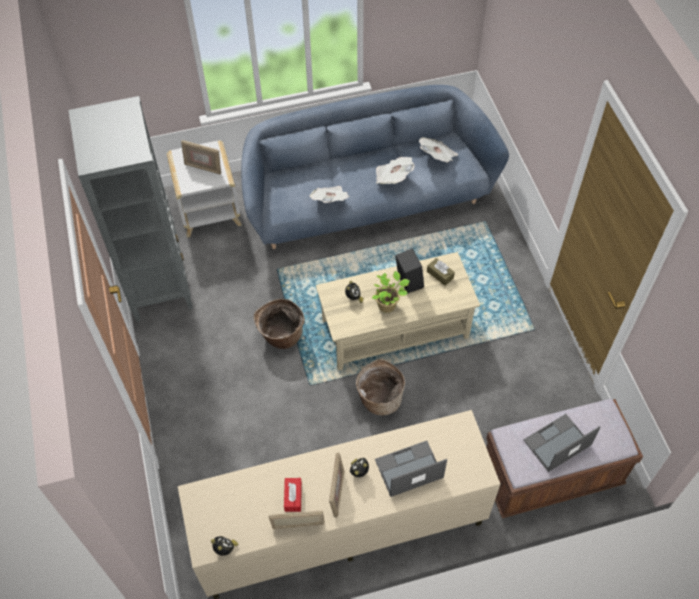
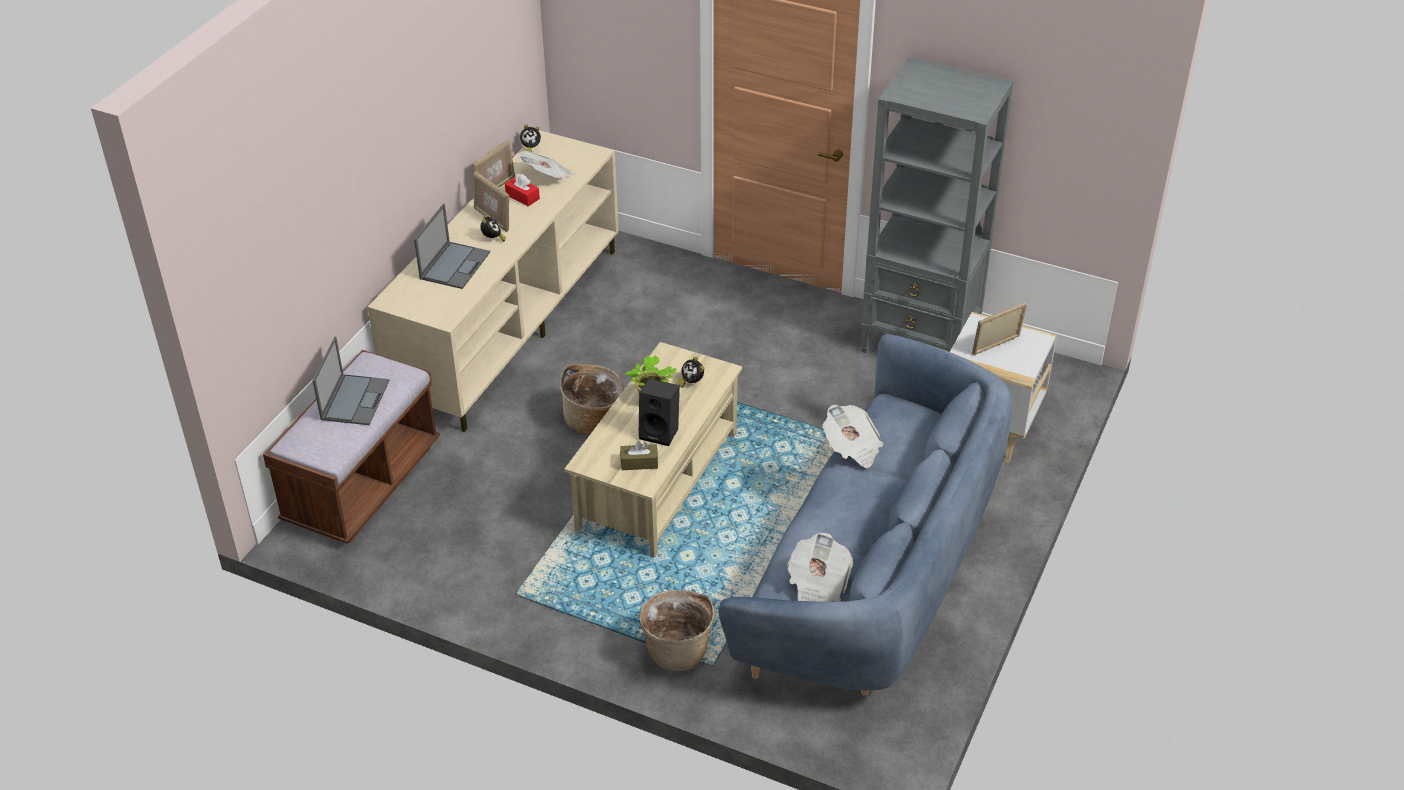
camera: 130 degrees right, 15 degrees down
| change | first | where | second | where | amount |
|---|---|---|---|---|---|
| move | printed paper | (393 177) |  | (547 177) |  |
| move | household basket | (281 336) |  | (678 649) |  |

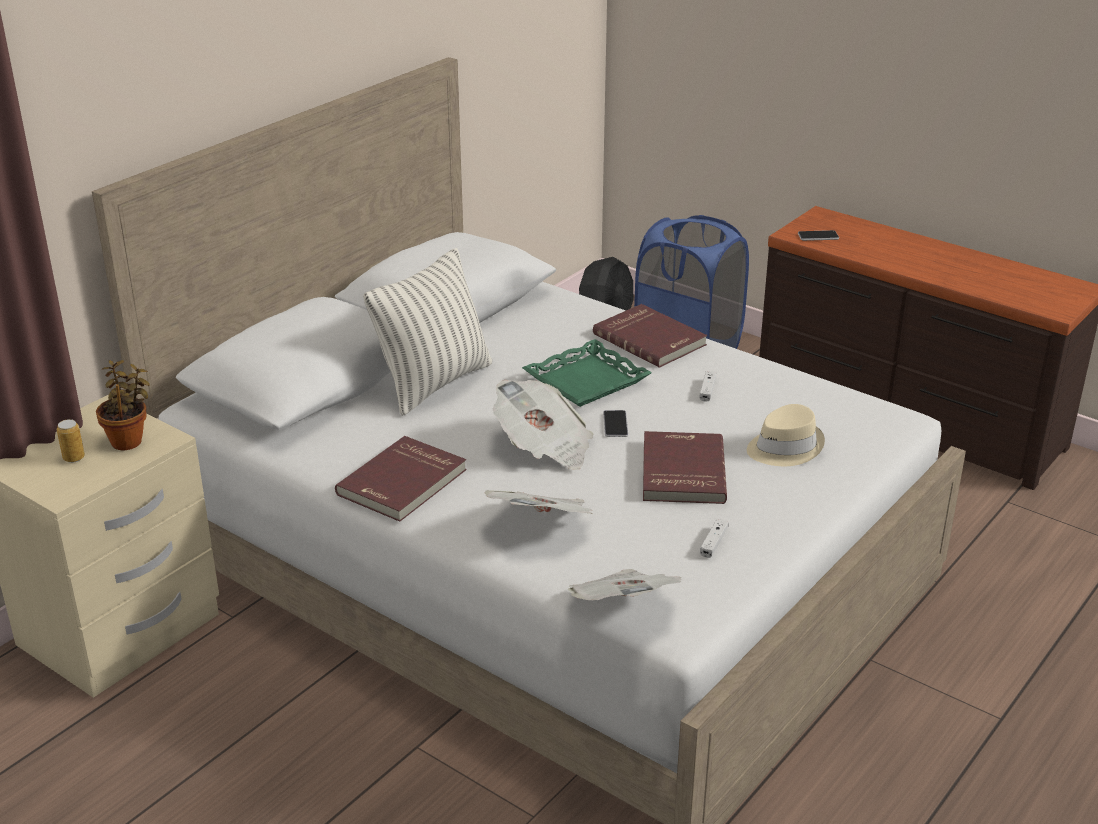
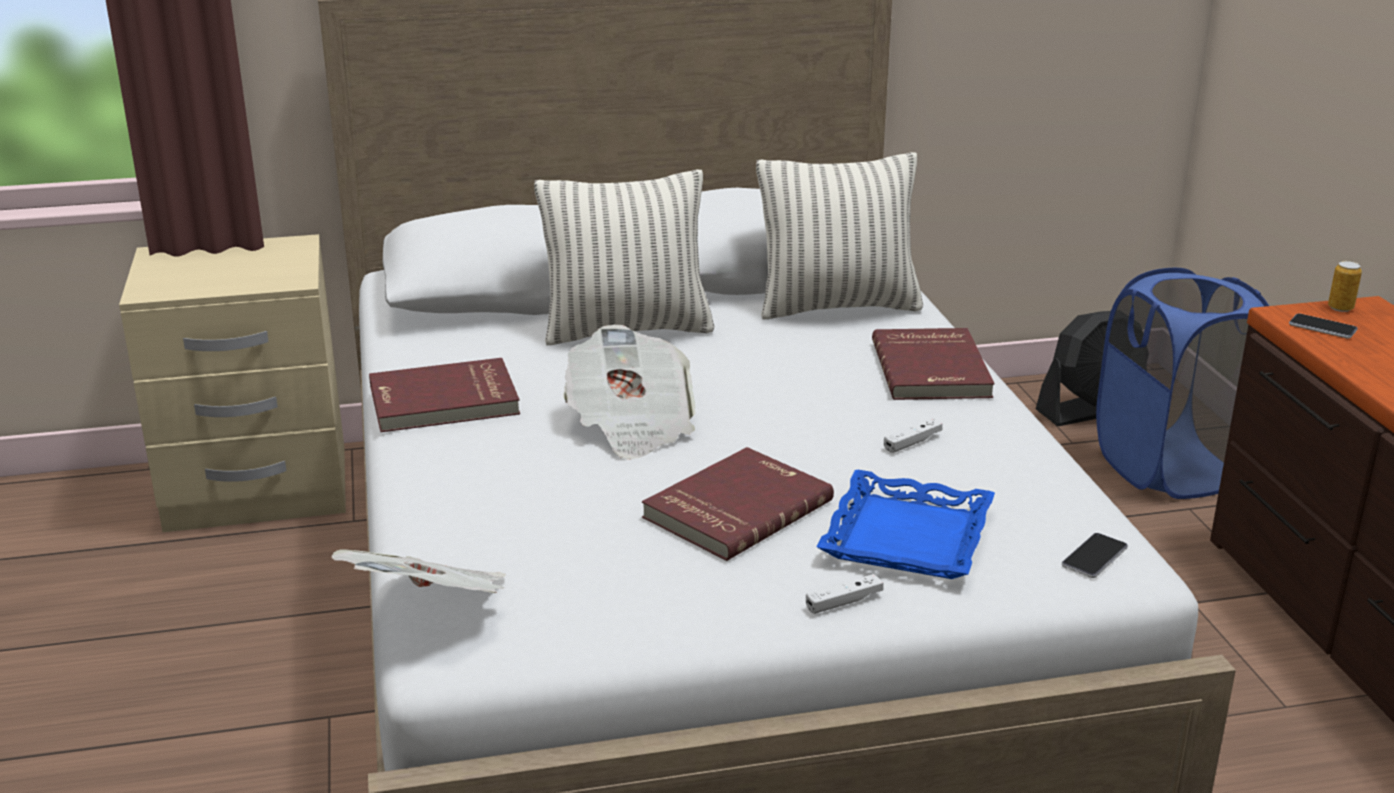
camera: 40 degrees right, 5 degrees down
| change | first | where | second | where | amount |
|---|---|---|---|---|---|
| insert |  |  | throw pillow | (837 306) |  |
| move | white-coloured game controller | (713 543) |  | (844 602) |  |
| replace | sand-coloured clothing hat | (784 447) | blue serving tray | (905 536) |  |
| move | handset | (615 424) |  | (1094 557) |  |
| move | sealed can | (74 458) |  | (1340 308) |  |
| delete | plant in a pot | (129 440) |  |  |  |
| delete | printed paper | (543 525) |  |  |  |
| delete | green serving tray | (586 380) |  |  |  |

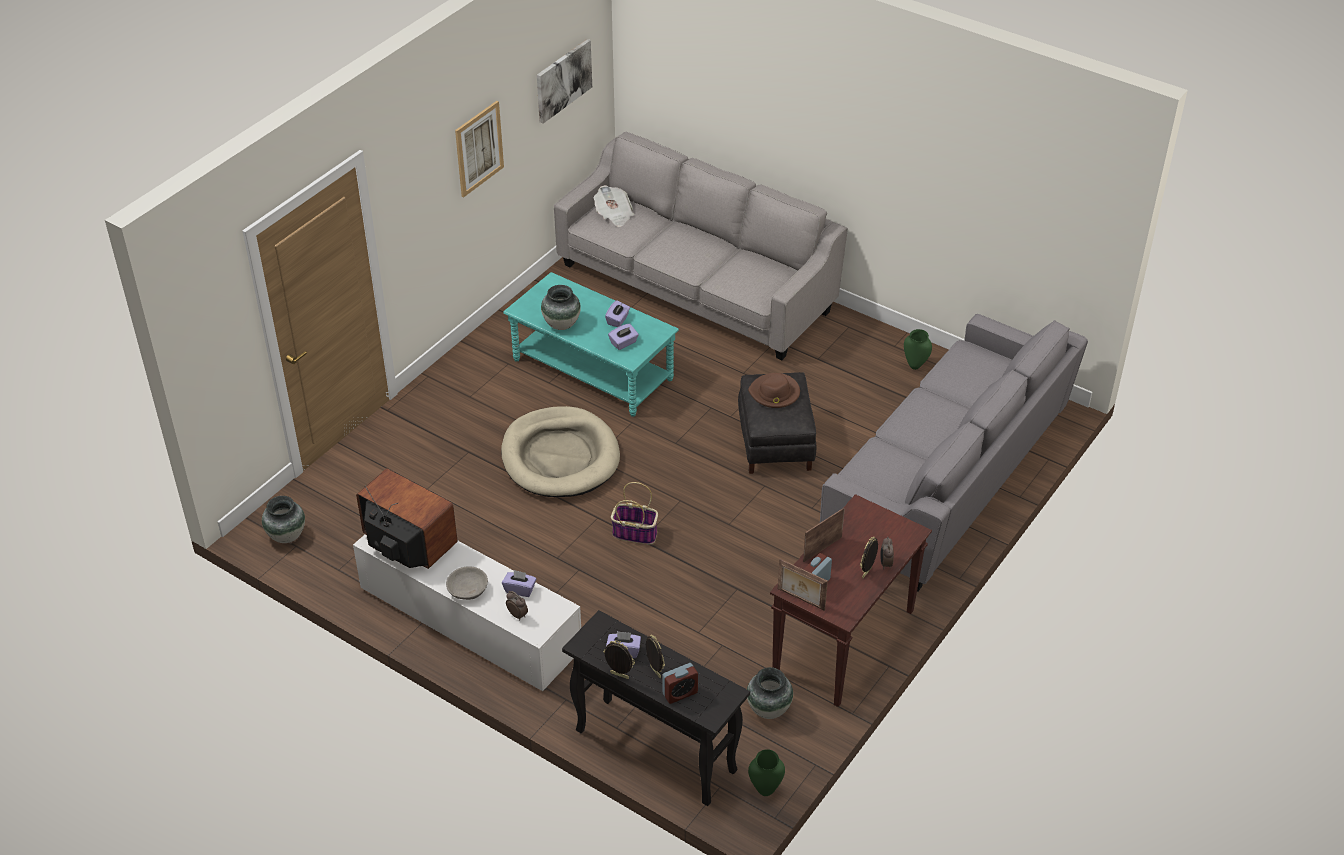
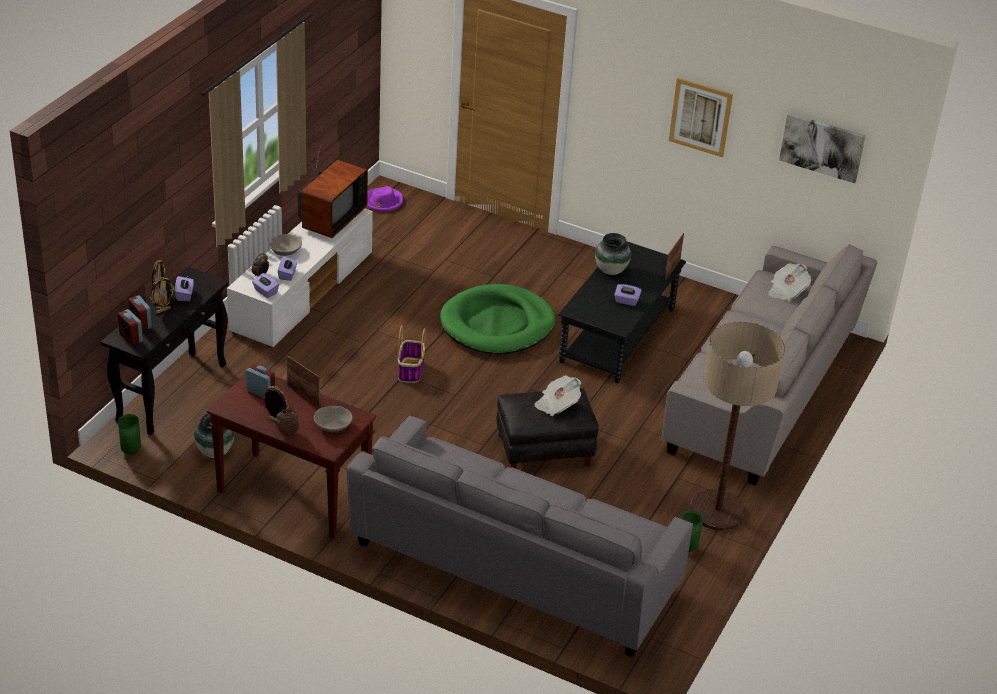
camera: 80 degrees right, 5 degrees down
| change | first | where | second | where | amount |
|---|---|---|---|---|---|
| insert |  |  | alarm clock | (131 337) |  |
| move | purple-coloured tissue box | (623 343) |  | (265 291) |  |
| insert |  |  | greyish deep dish | (333 425) |  |
| replace | vase | (287 536) | purple-coloured clothing hat | (383 201) |  |
| recolor | sand-coloured dog bed | (560 457) | green dog bed | (497 324) |  |
| replace | brown clothing hat | (774 393) | printed paper | (557 405) |  |
| recolor | turquoise lounge table | (593 370) | blackish lounge table | (617 335) |  |
| move | picture frame | (800 600) |  | (672 269) |  |
| insert |  |  | standard lamp | (717 511) |  |

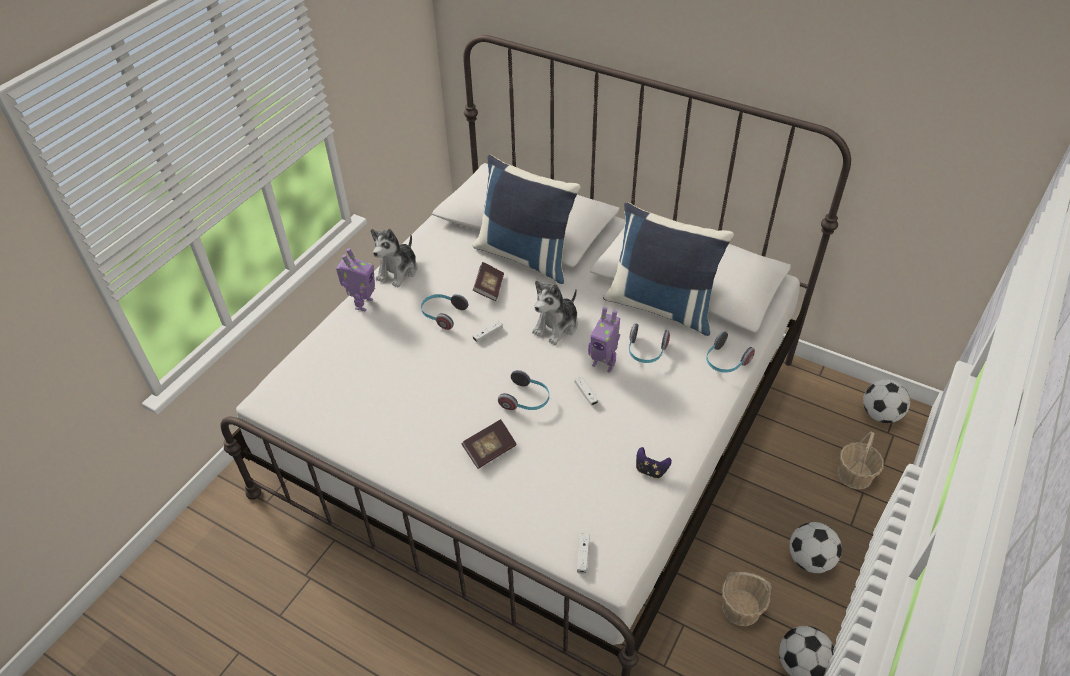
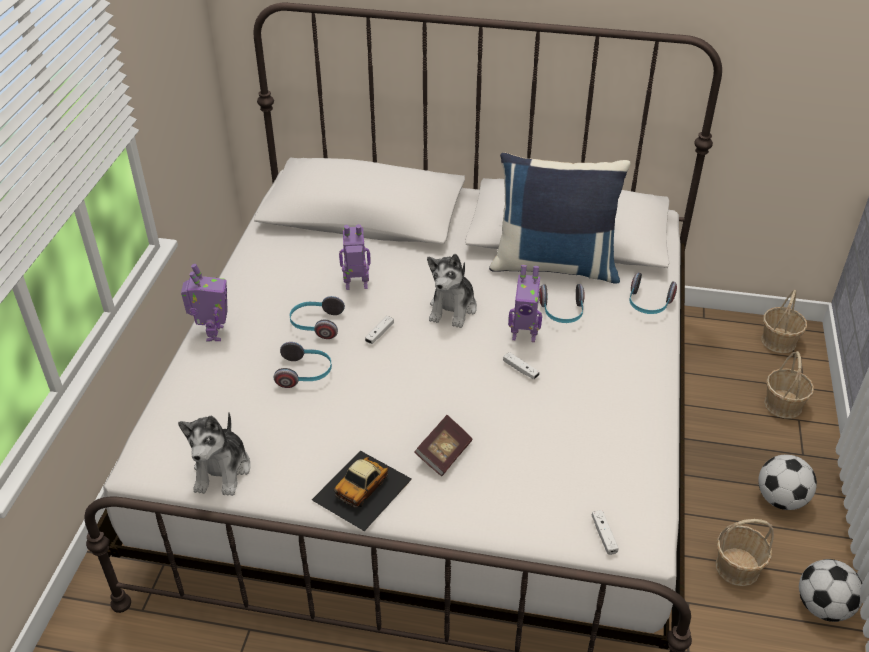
camera: 20 degrees left, 5 degrees down
| change | first | where | second | where | amount |
|---|---|---|---|---|---|
| move | plush toy | (398 271) |  | (222 470) |  |
| move | headphones | (526 400) |  | (305 374) |  |
| insert |  |  | miniature car | (363 489) |  |
| replace | volume | (489 288) | toy robot | (356 286) |  |
| replace | football ball | (880 414) | household basket | (779 341) |  |
| delete | blue throw pillow | (526 256) |  |  |  |
| delete | game controller | (650 470) |  |  |  |

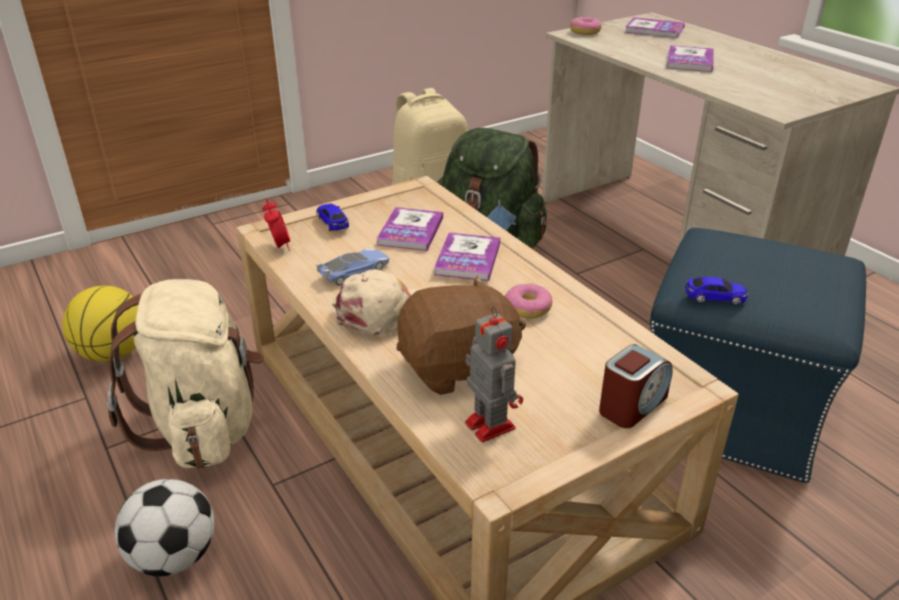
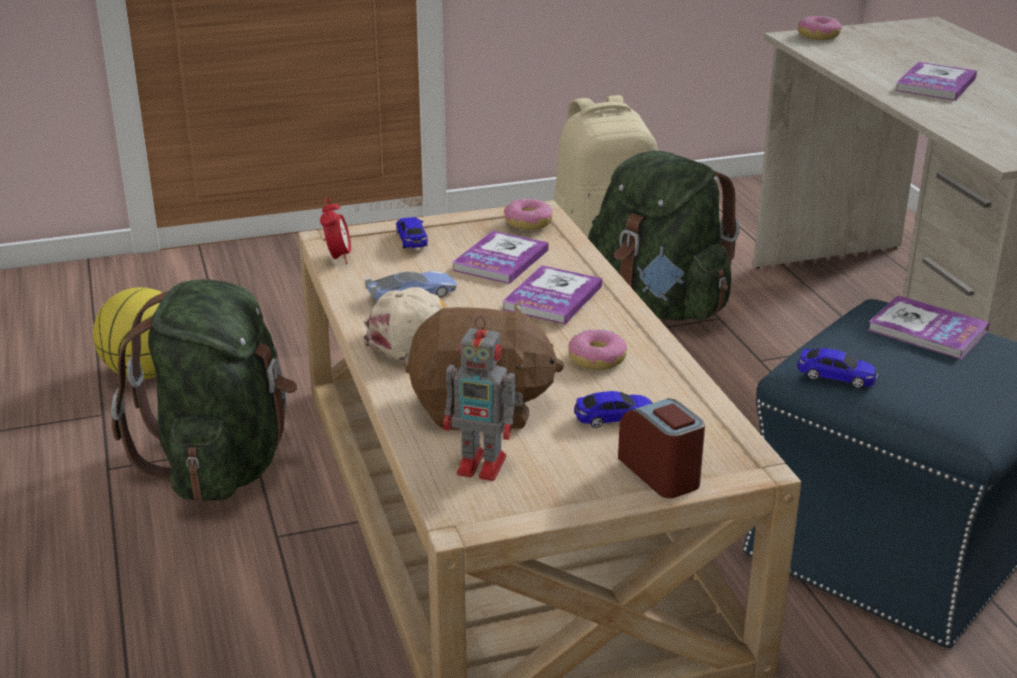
camera: 15 degrees right, 5 degrees down
| change | first | where | second | where | amount |
|---|---|---|---|---|---|
| recolor | sand-coloured rucksack | (204 426) | green rucksack | (222 464) |  |
| rotate | toy robot | (488 424) |  | (484 465) | 120 degrees clockwise |
| insert |  |  | ring doughnut | (528 223) |  |
| insert |  |  | miniature car | (614 417) |  |
| rotate | alarm clock | (632 405) |  | (661 472) | 90 degrees counterclockwise |
| move | volume | (654 30) |  | (927 330) |  |
| delete | football ball | (174 557) |  |  |  |

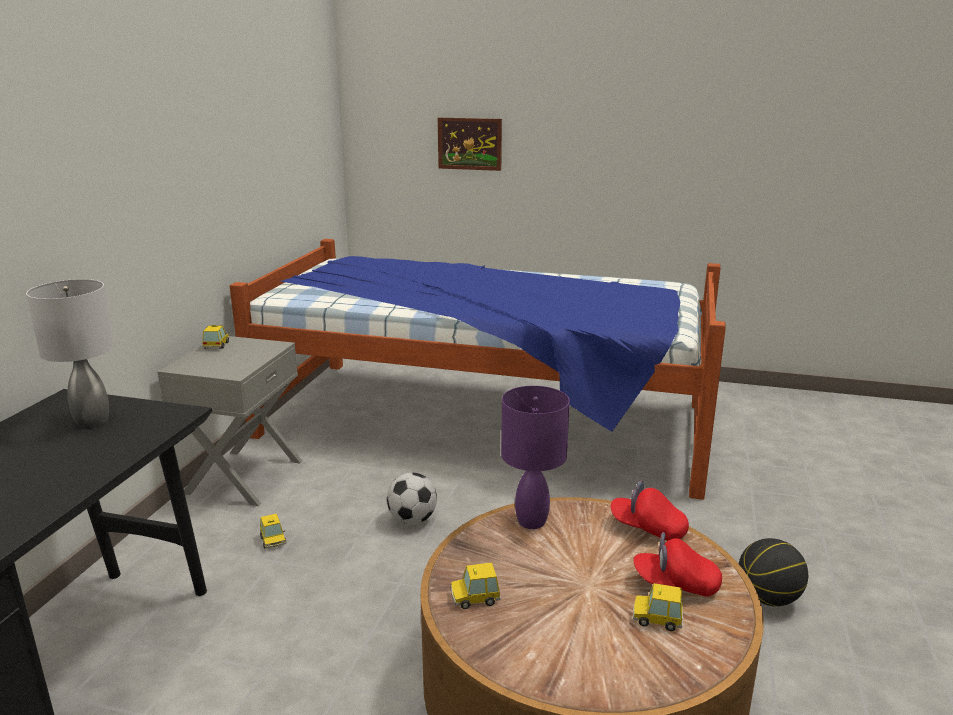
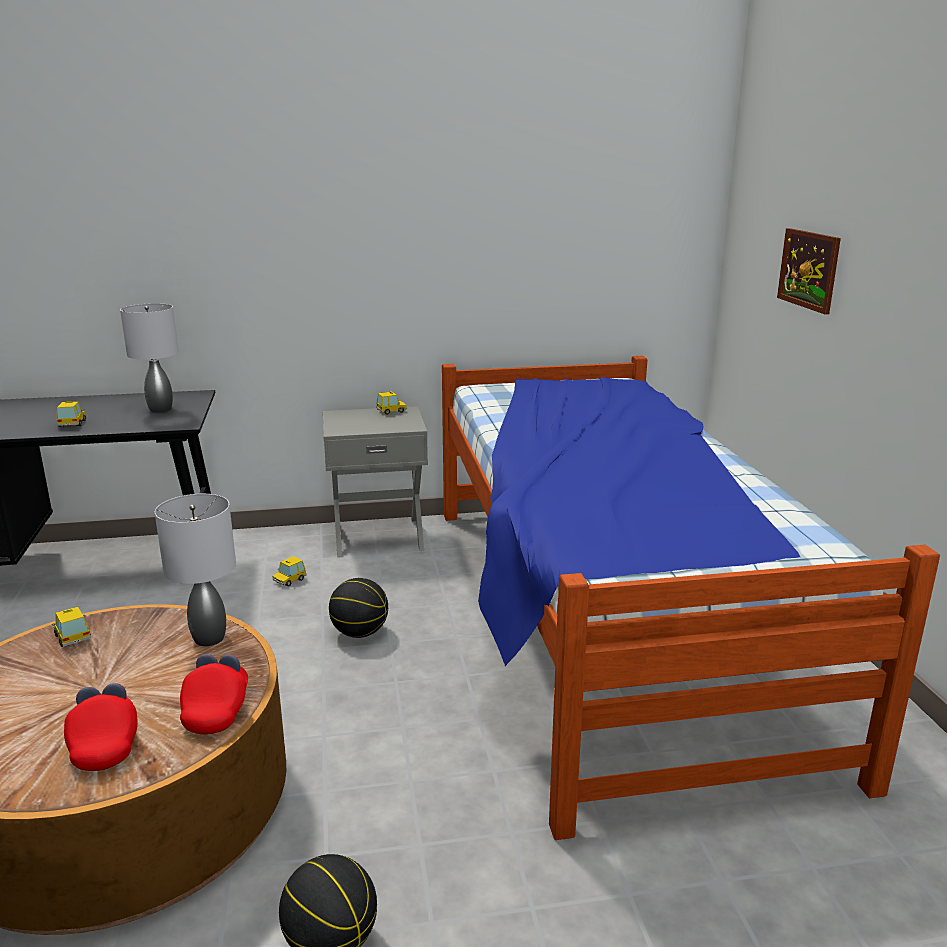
camera: 65 degrees right, 0 degrees up
| change | first | where | second | where | amount |
|---|---|---|---|---|---|
| move | miniature car | (657 618) |  | (72 423) |  |
| recolor | purple-coloured lamp for a table | (533 521) | greyish lamp for a table | (209 639) |  |
| replace | football ball | (412 520) | ball for basketball | (360 632) |  |

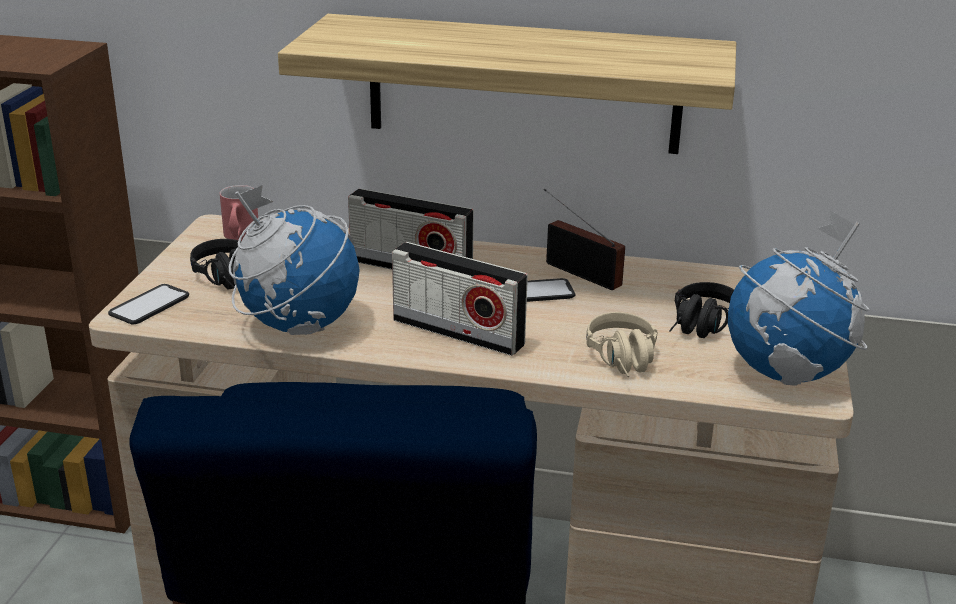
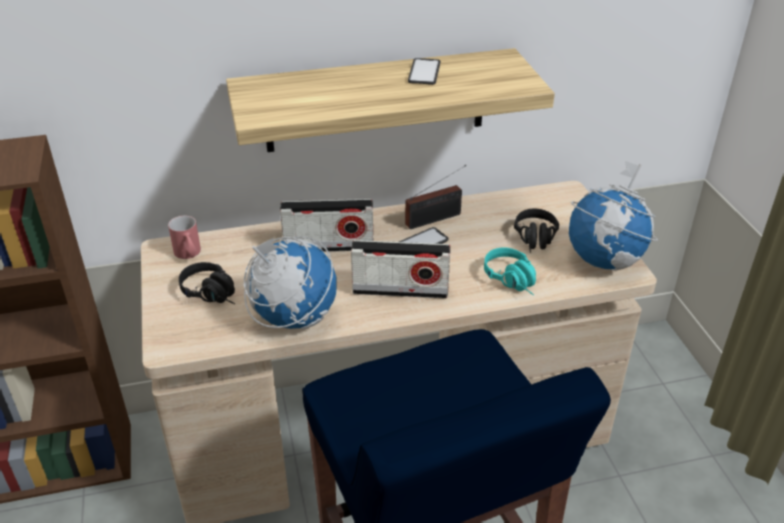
camera: 25 degrees left, 10 degrees up
| change | first | where | second | where | amount |
|---|---|---|---|---|---|
| rotate | radio set | (580 272) |  | (436 219) | 135 degrees clockwise |
| move | handset | (149 305) |  | (424 72) |  |
| recolor | sand-coloured headphones | (625 362) | turquoise headphones | (514 281) |  |

